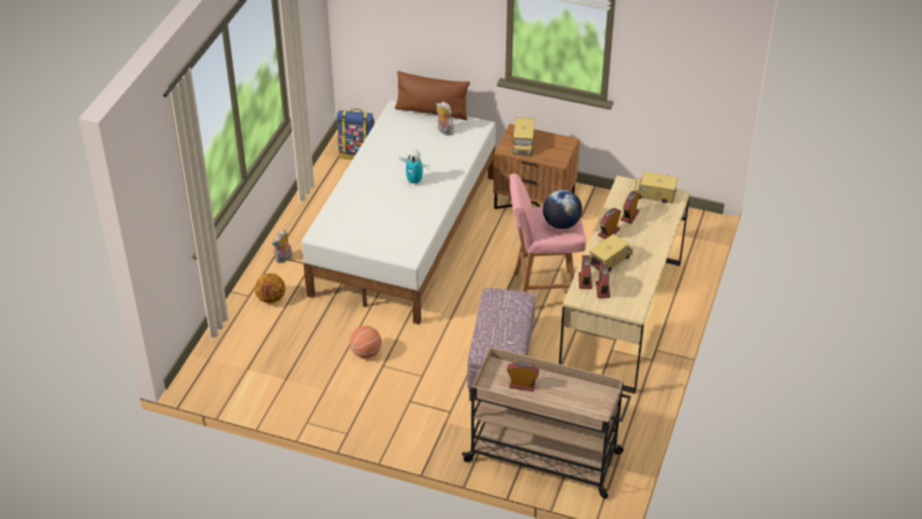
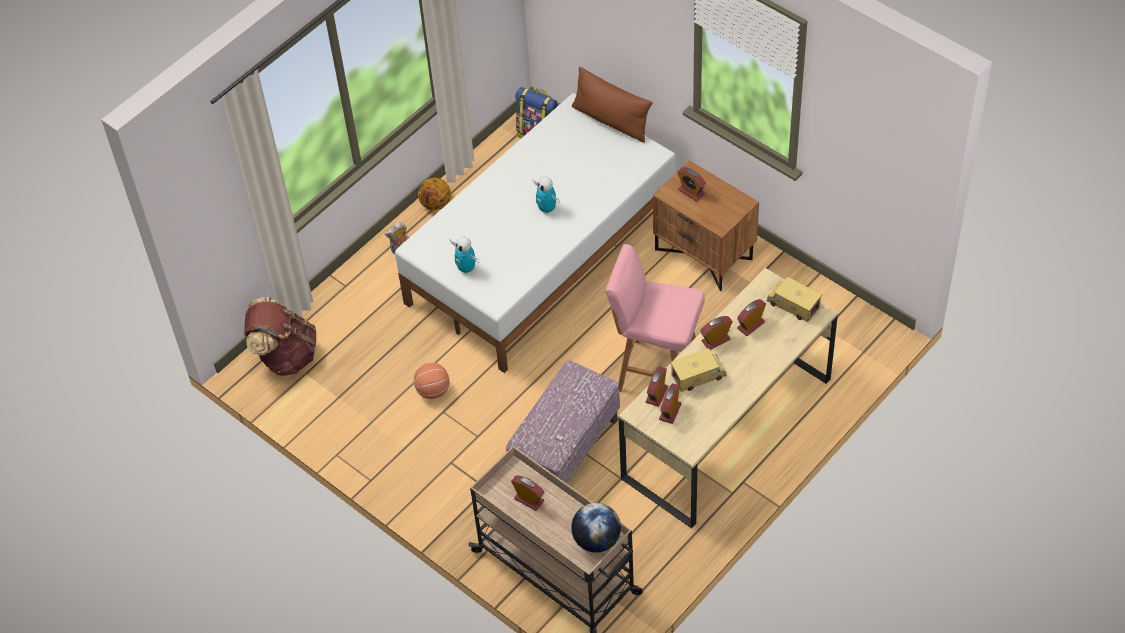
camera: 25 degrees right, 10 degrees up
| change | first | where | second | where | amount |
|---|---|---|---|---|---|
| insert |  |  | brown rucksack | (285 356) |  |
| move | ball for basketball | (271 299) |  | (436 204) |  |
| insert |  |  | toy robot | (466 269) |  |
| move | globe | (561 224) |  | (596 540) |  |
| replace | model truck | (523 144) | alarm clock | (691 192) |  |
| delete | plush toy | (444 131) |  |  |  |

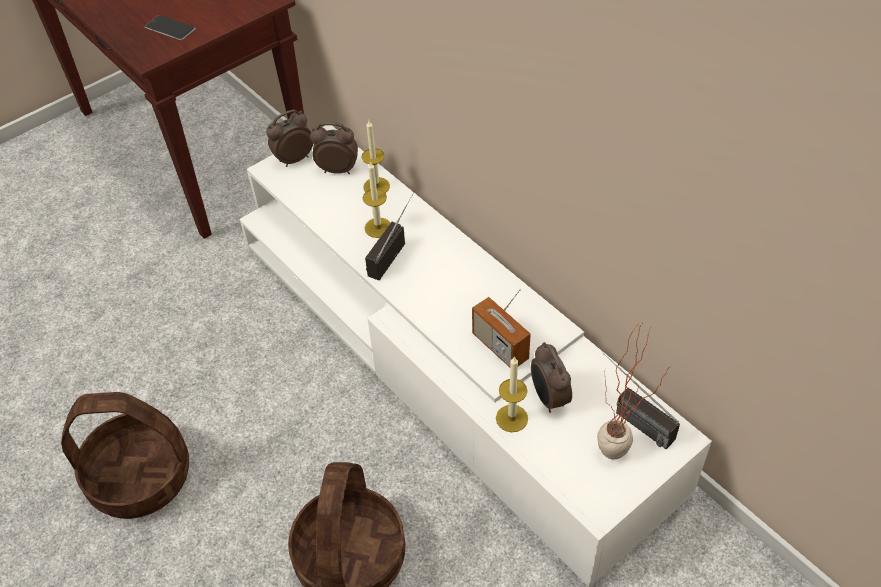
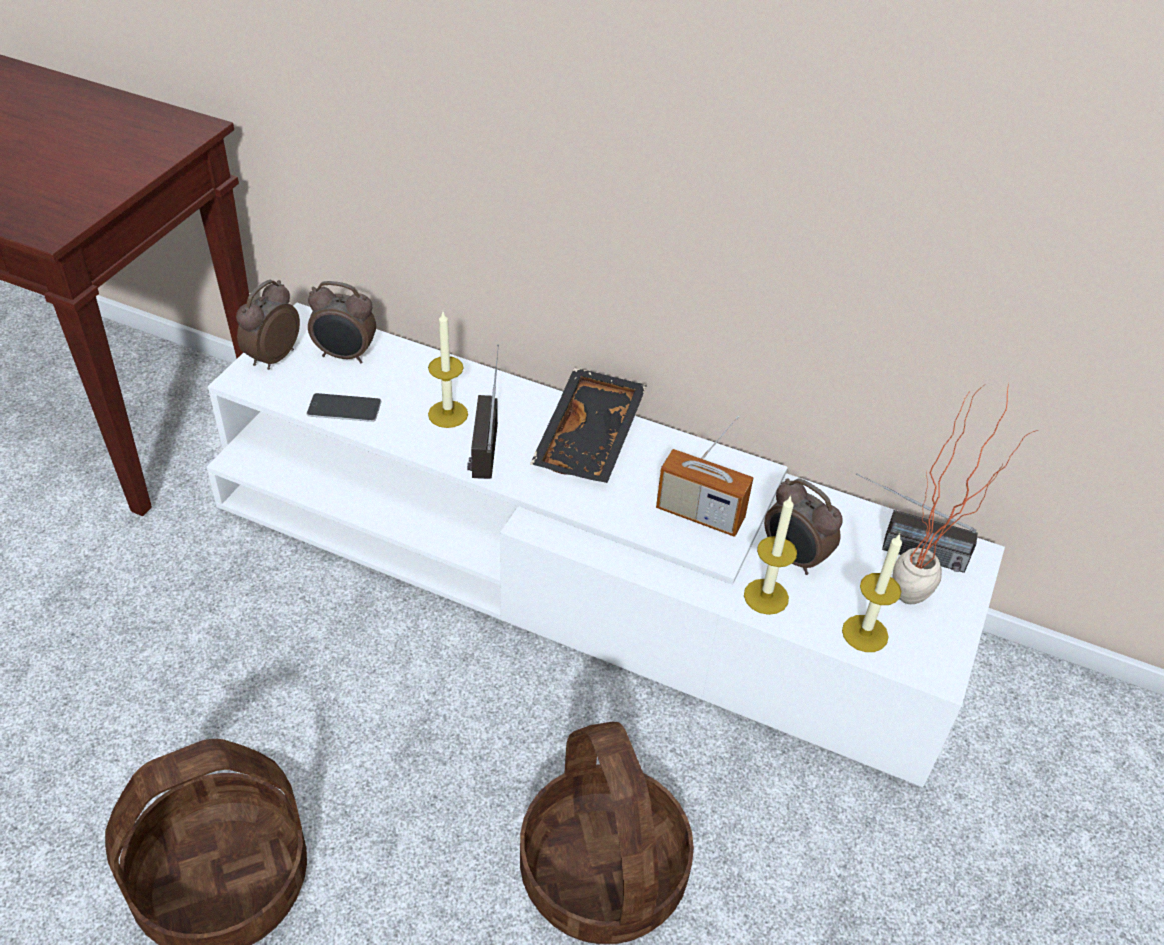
camera: 30 degrees left, 5 degrees down
| change | first | where | second | where | amount |
|---|---|---|---|---|---|
| move | handset | (170 28) |  | (344 408) |  |
| rotate | alarm clock | (338 169) |  | (345 356) | 150 degrees counterclockwise |
| insert |  |  | blackish serving tray | (591 439) |  |
| move | wax candle | (376 186) |  | (865 633) |  |

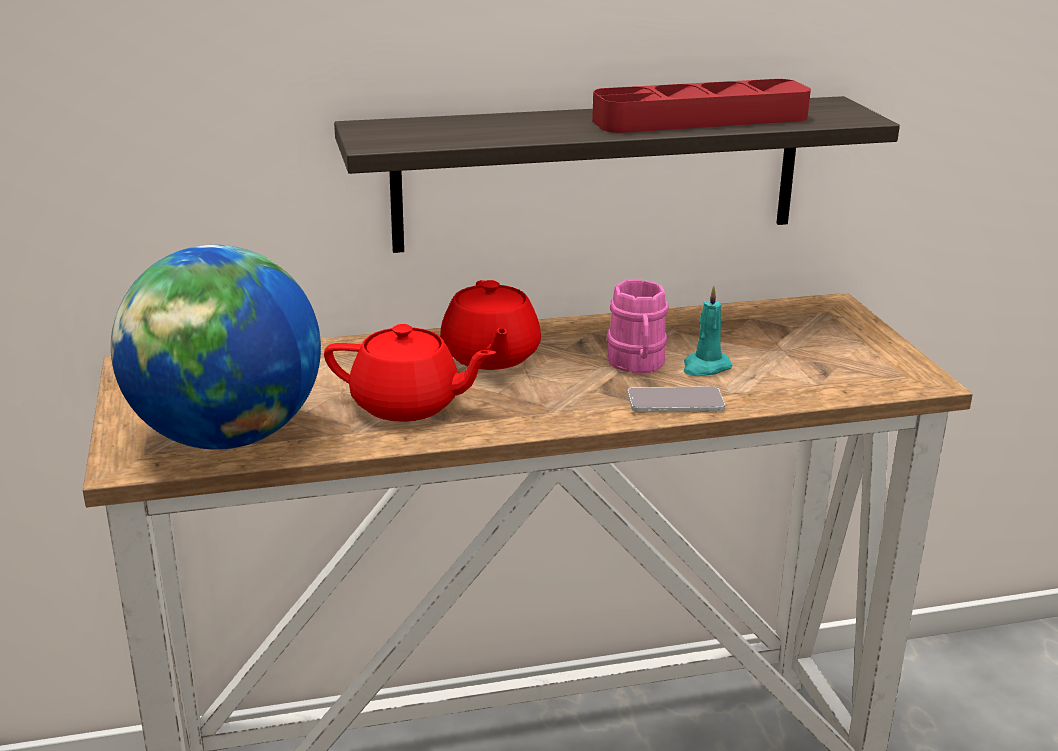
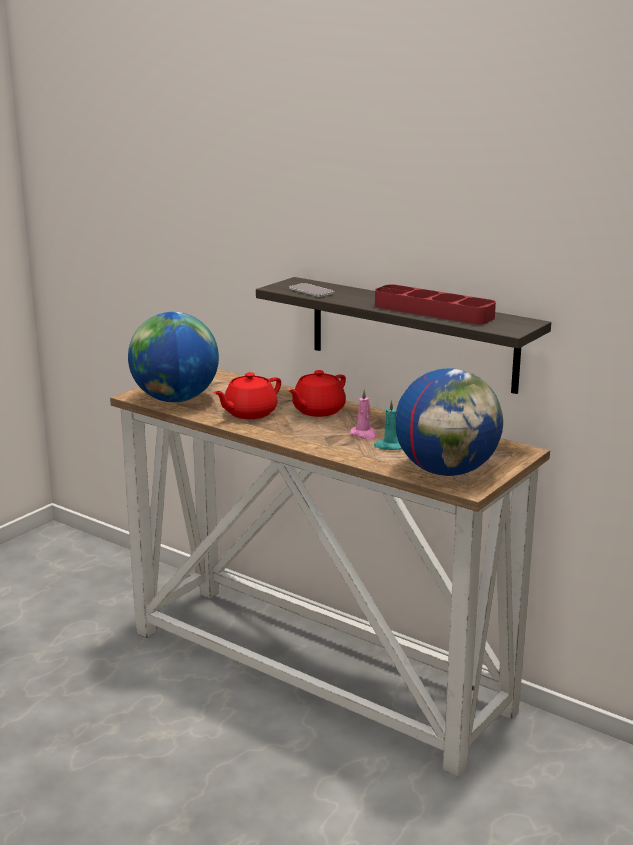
camera: 50 degrees right, 5 degrees down
| change | first | where | second | where | amount |
|---|---|---|---|---|---|
| rotate | reddish pot for tea | (408 405) |  | (249 413) | 75 degrees clockwise |
| move | handset | (675 402) |  | (311 291) |  |
| replace | pinkish mug | (637 365) | pinkish wax candle | (364 435) |  |
| insert |  |  | globe | (446 471) |  |

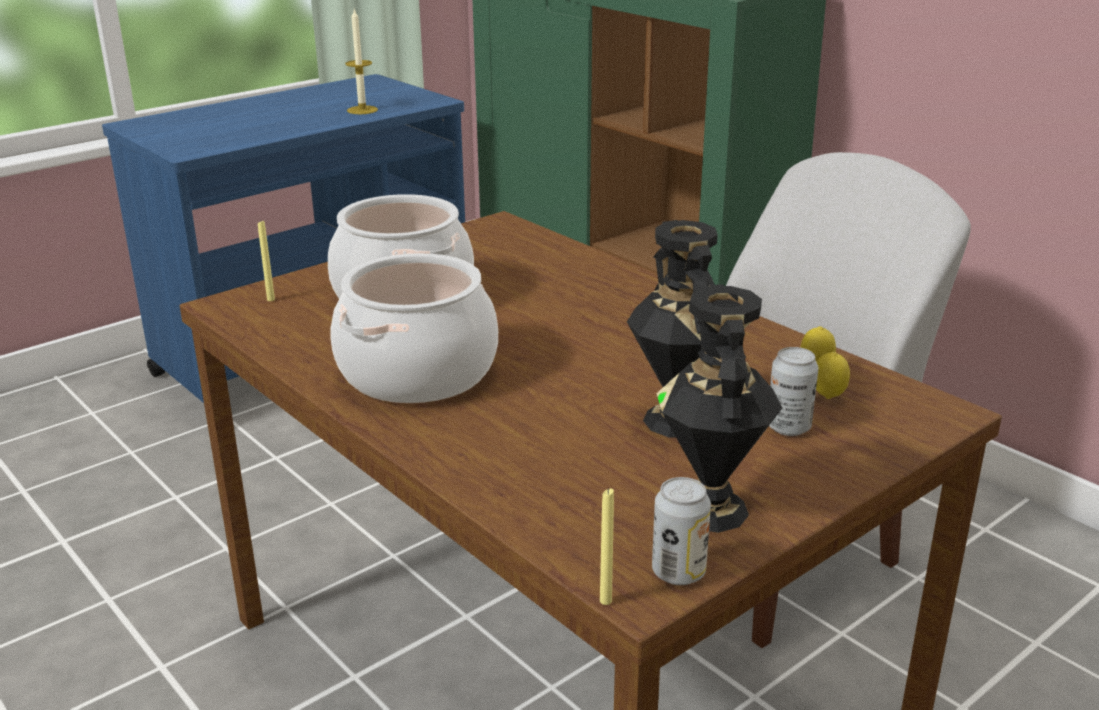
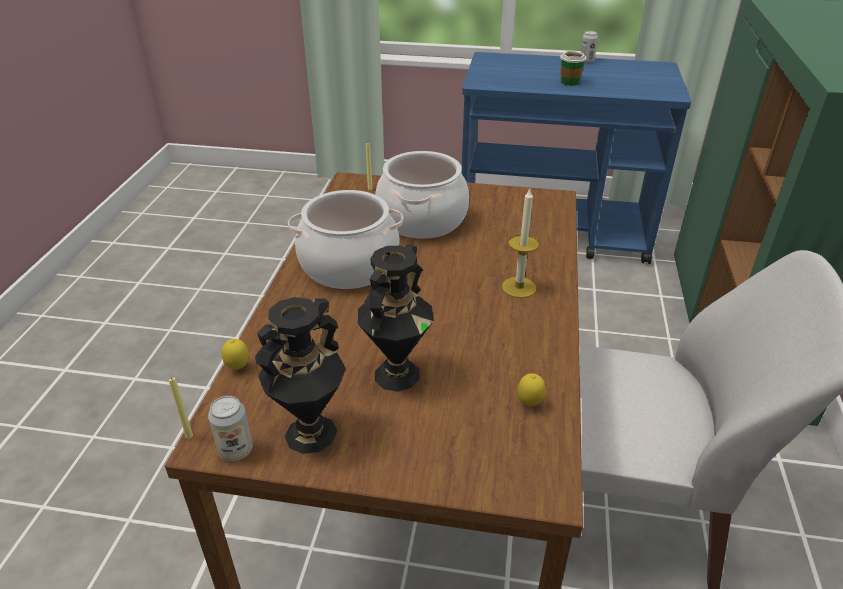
camera: 50 degrees right, 10 degrees up
| change | first | where | second | where | amount |
|---|---|---|---|---|---|
| move | whole lemon | (828 398) |  | (238 368) |  |
| move | wax candle | (362 110) |  | (519 287) |  |
| insert |  |  | cup | (569 82) |  |
| move | sealed can | (788 427) |  | (586 60) |  |

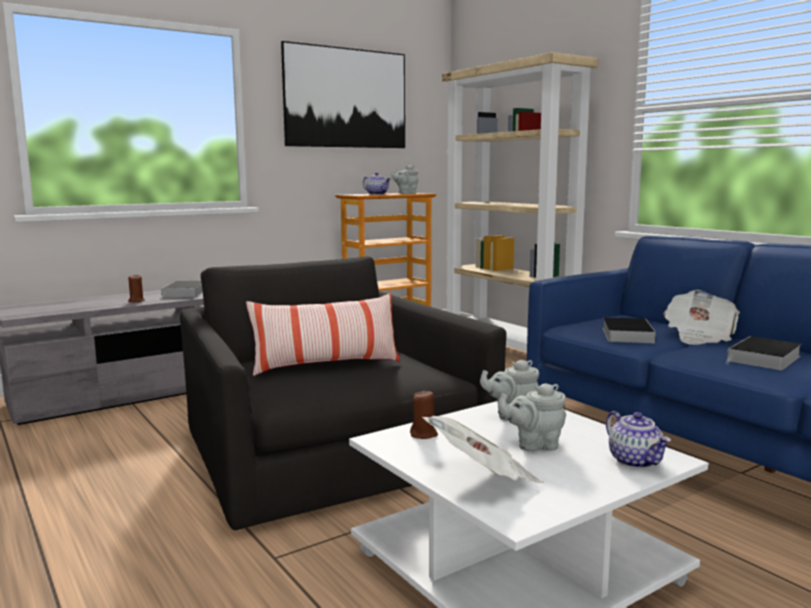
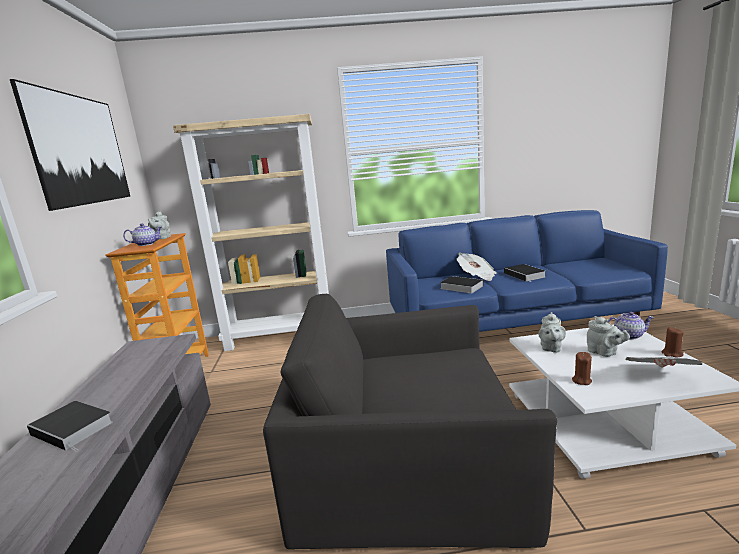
camera: 60 degrees left, 5 degrees up
| change | first | where | second | where | amount |
|---|---|---|---|---|---|
| rotate | greyish pot for tea | (534 445) |  | (604 353) | 60 degrees counterclockwise |
| move | brown wax candle | (136 301) |  | (671 354) |  |
| delete | throw pillow | (326 365) |  |  |  |

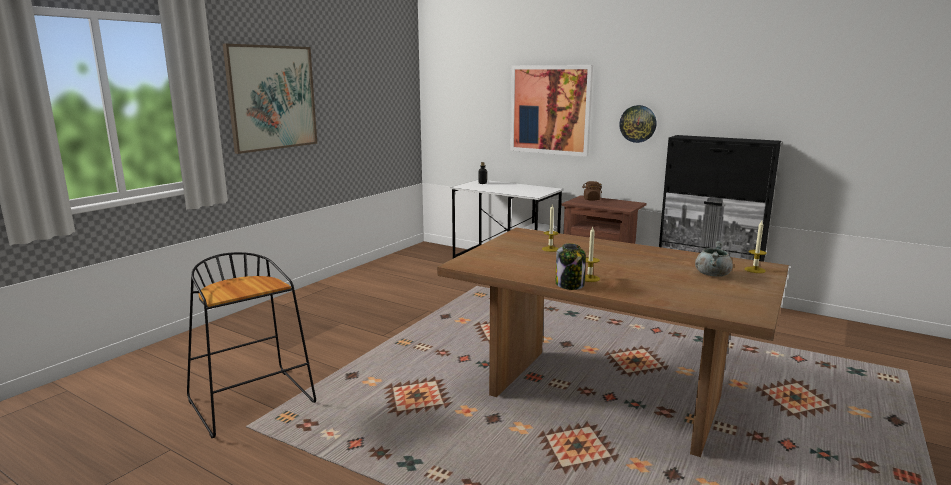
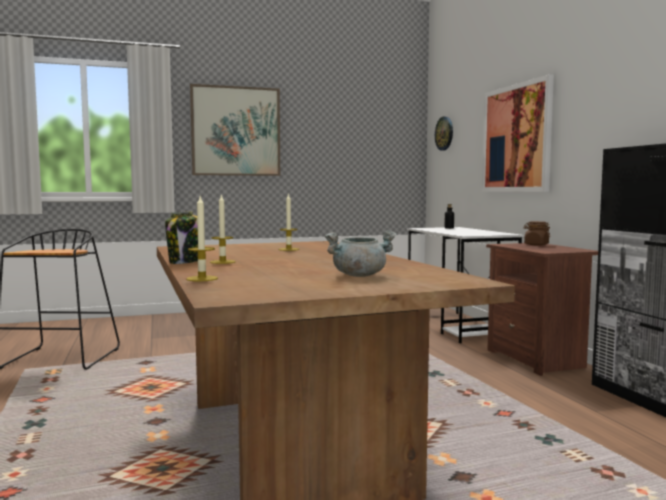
camera: 40 degrees right, 10 degrees down
| change | first | where | second | where | amount |
|---|---|---|---|---|---|
| move | wax candle | (755 270) |  | (202 278) |  |
| move | wall clock | (638 124) |  | (444 133) |  |

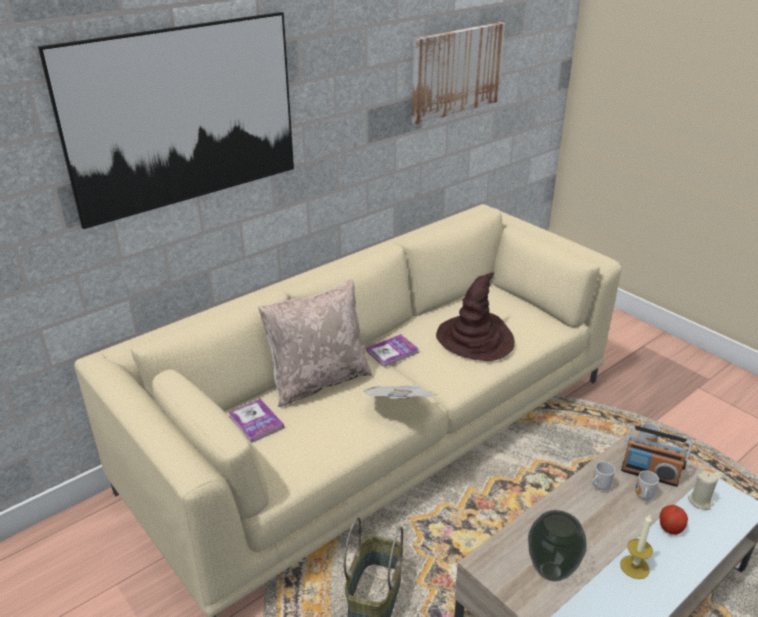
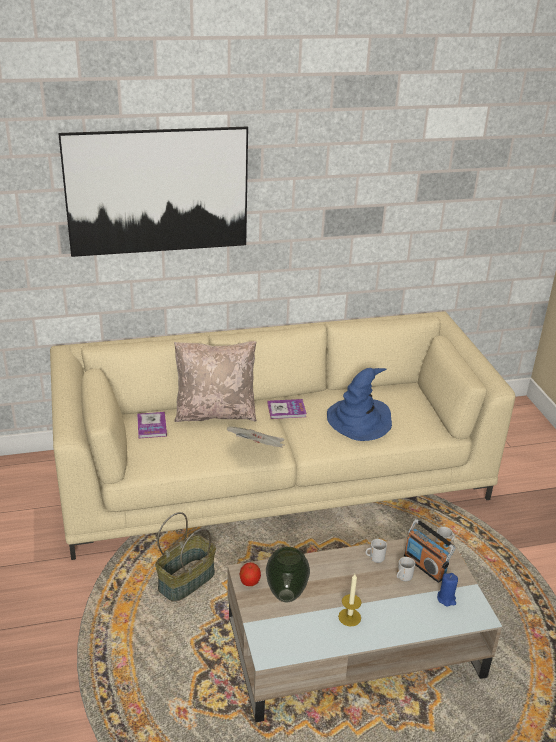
camera: 25 degrees right, 0 degrees up
| change | first | where | second | where | amount |
|---|---|---|---|---|---|
| move | whole apple | (670 528) |  | (250 582) |  |
| recolor | brown clothing hat | (475 339) | blue clothing hat | (359 420) |  |
| recolor | sand-coloured wax candle | (700 501) | blue wax candle | (446 599) |  |
| delete | picture | (456 71) |  |  |  |

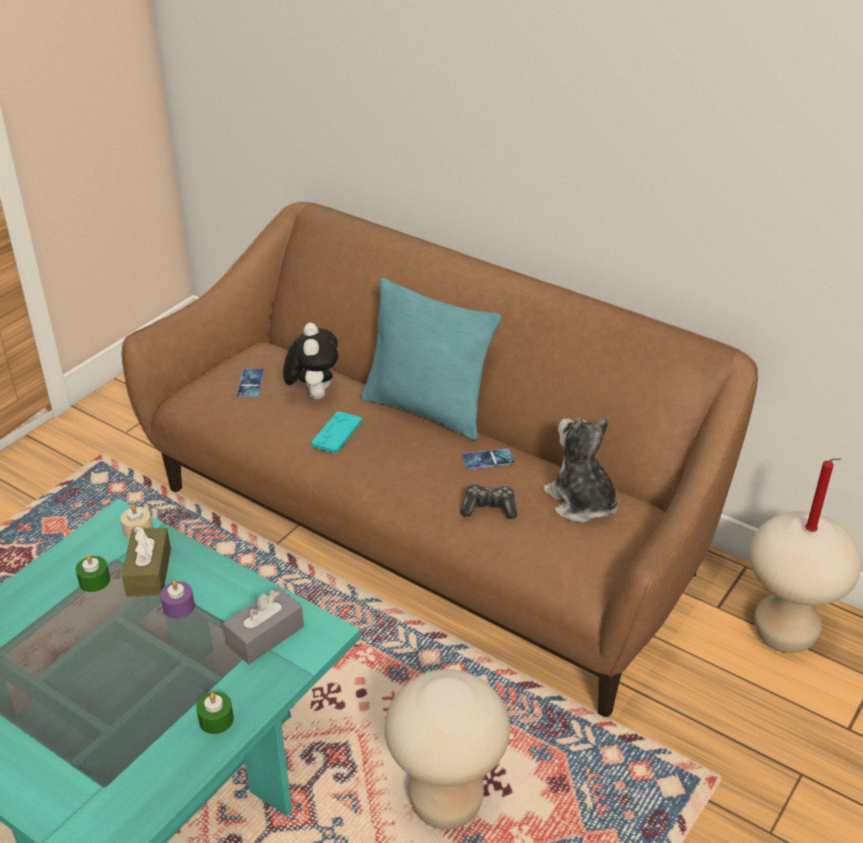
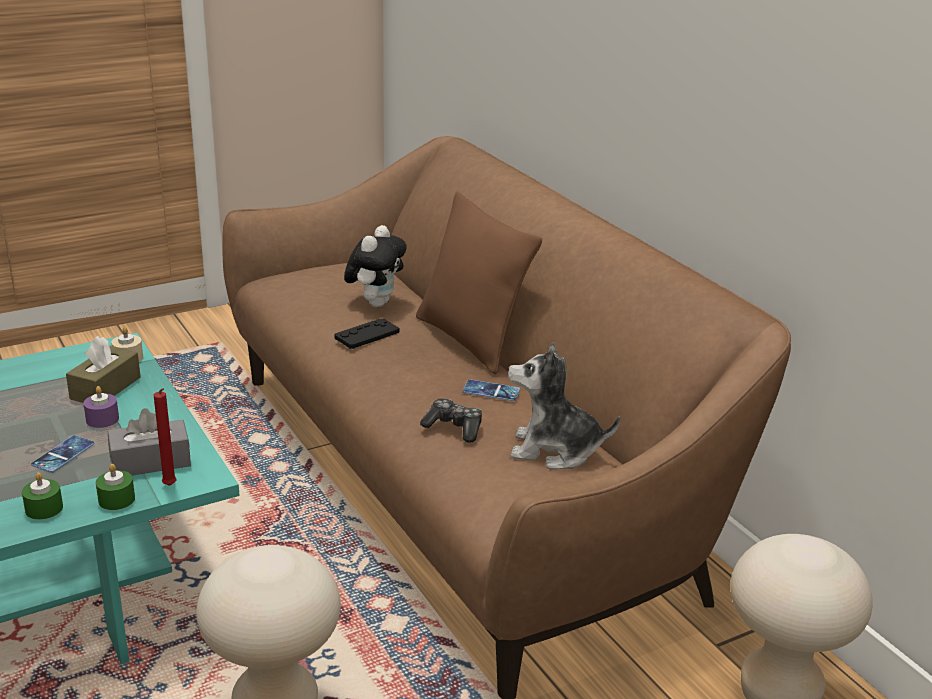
camera: 25 degrees right, 10 degrees down
| change | first | where | second | where | amount |
|---|---|---|---|---|---|
| move | handset | (250 383) |  | (63 454) |  |
| move | green wax candle | (94 581) |  | (116 499) |  |
| move | reddish wax candle | (812 532) |  | (170 486) |  |
| recolor | turquoise game controller | (337 433) | blackish game controller | (367 335) |  |
| recolor | turquoise throw pillow | (426 410) | brown throw pillow | (470 340) |  |
| rotate | plush toy | (581 502) |  | (554 450) | 75 degrees counterclockwise |

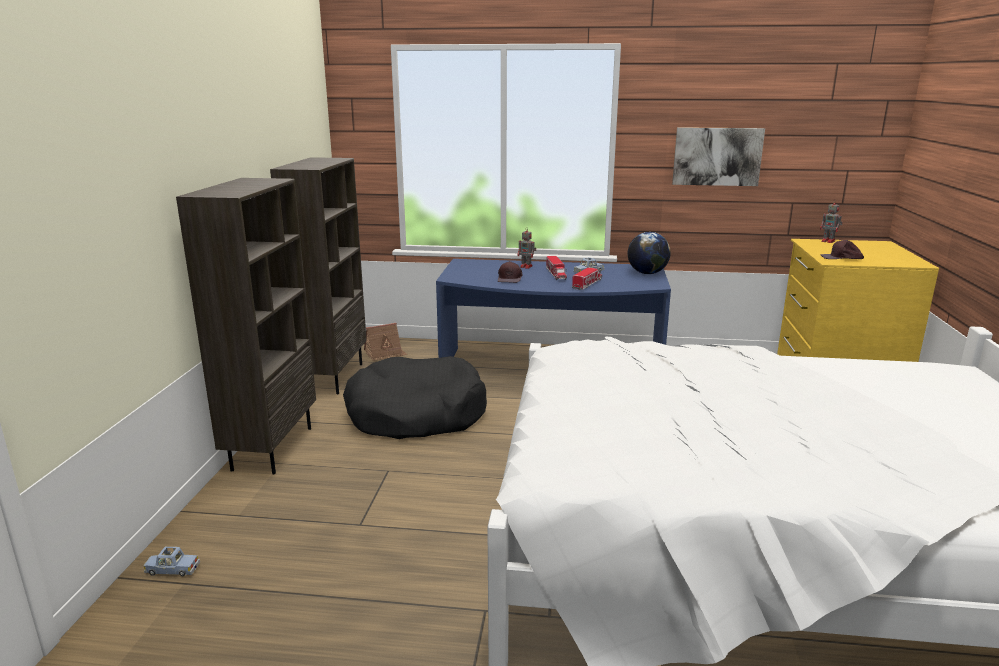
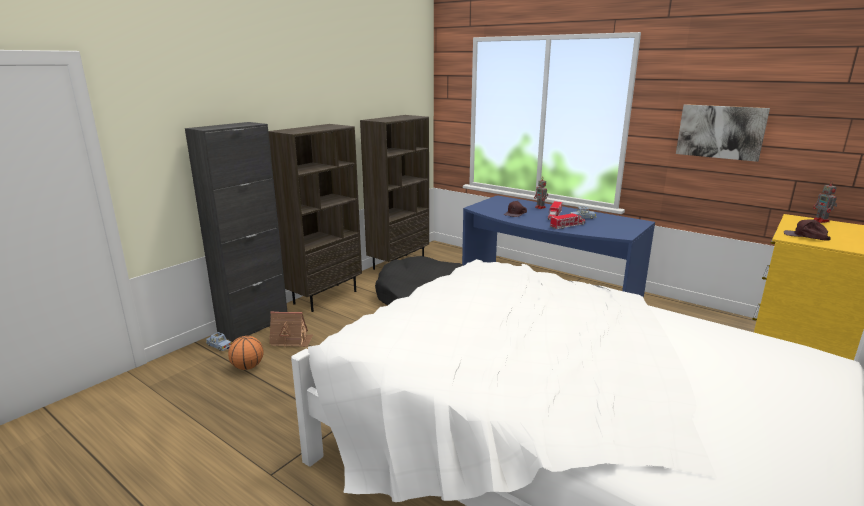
camera: 30 degrees right, 0 degrees up
| change | first | where | second | where | amount |
|---|---|---|---|---|---|
| insert |  |  | blackish cabinet | (253 326) |  |
| insert |  |  | ball for basketball | (248 367) |  |
| move | toy house | (385 354) |  | (291 340) |  |
| delete | globe | (647 273) |  |  |  |

